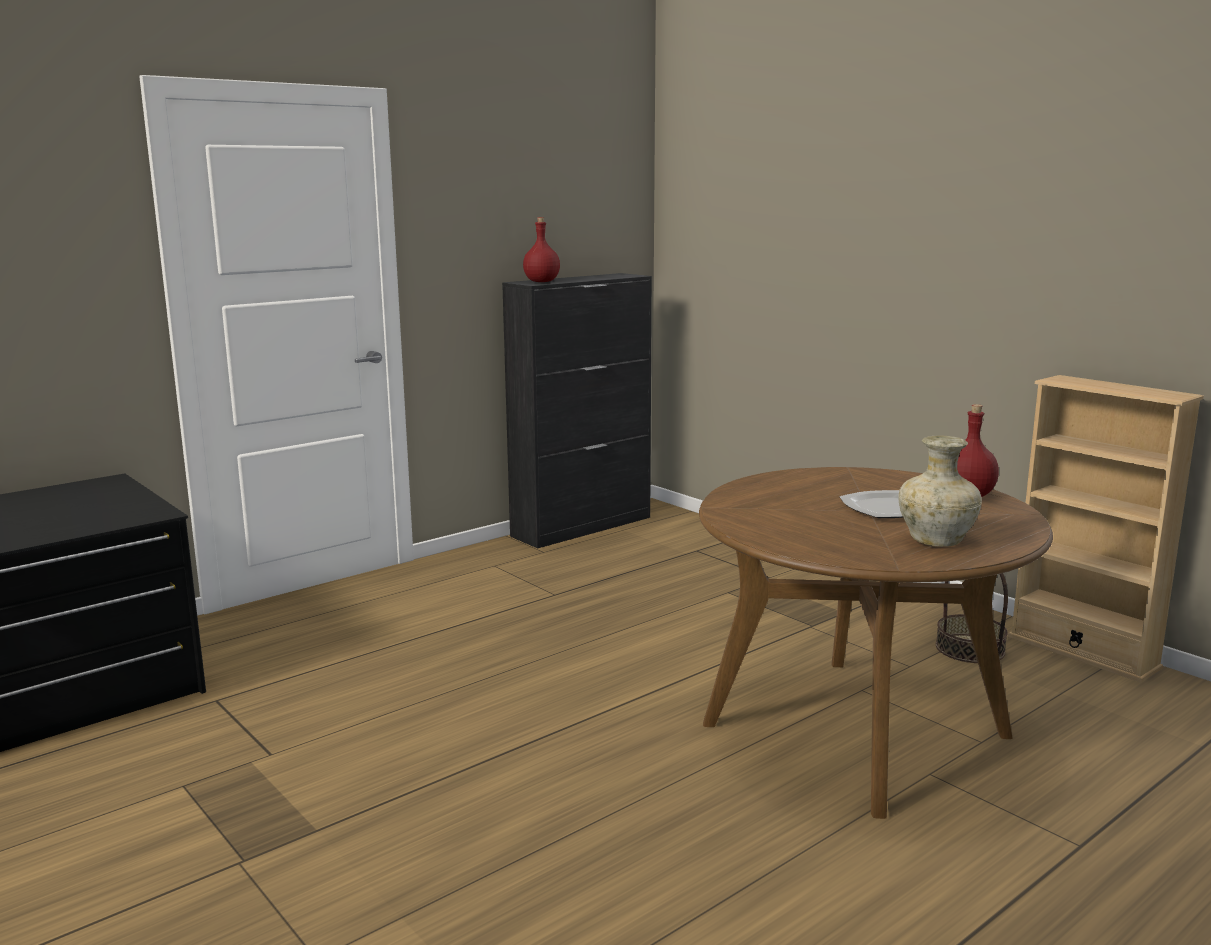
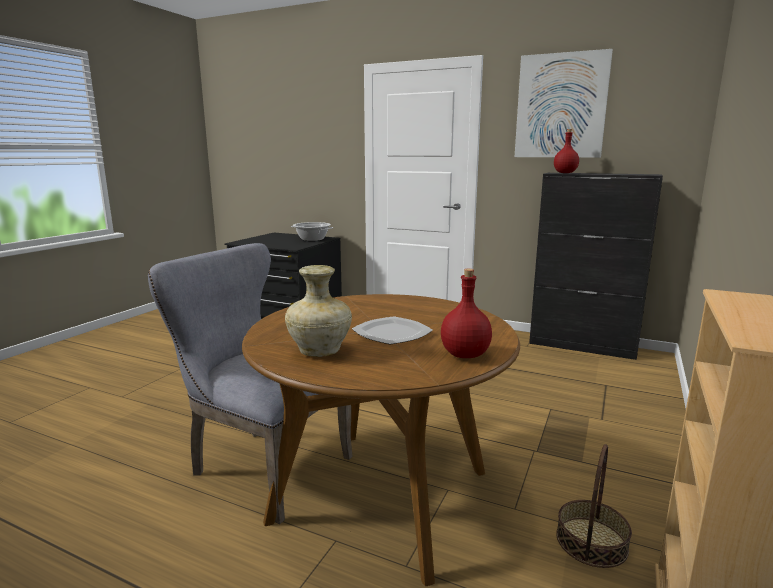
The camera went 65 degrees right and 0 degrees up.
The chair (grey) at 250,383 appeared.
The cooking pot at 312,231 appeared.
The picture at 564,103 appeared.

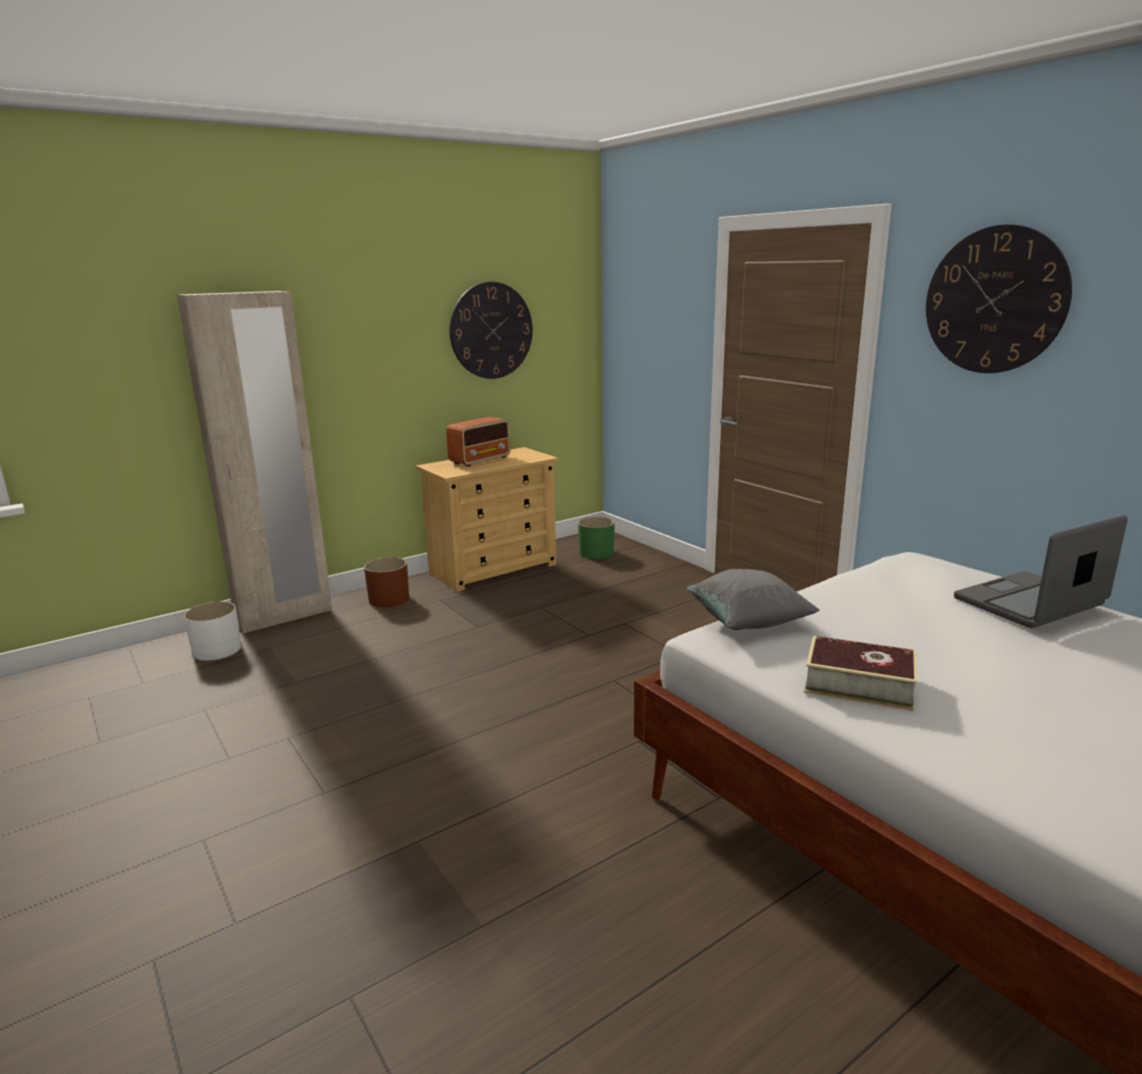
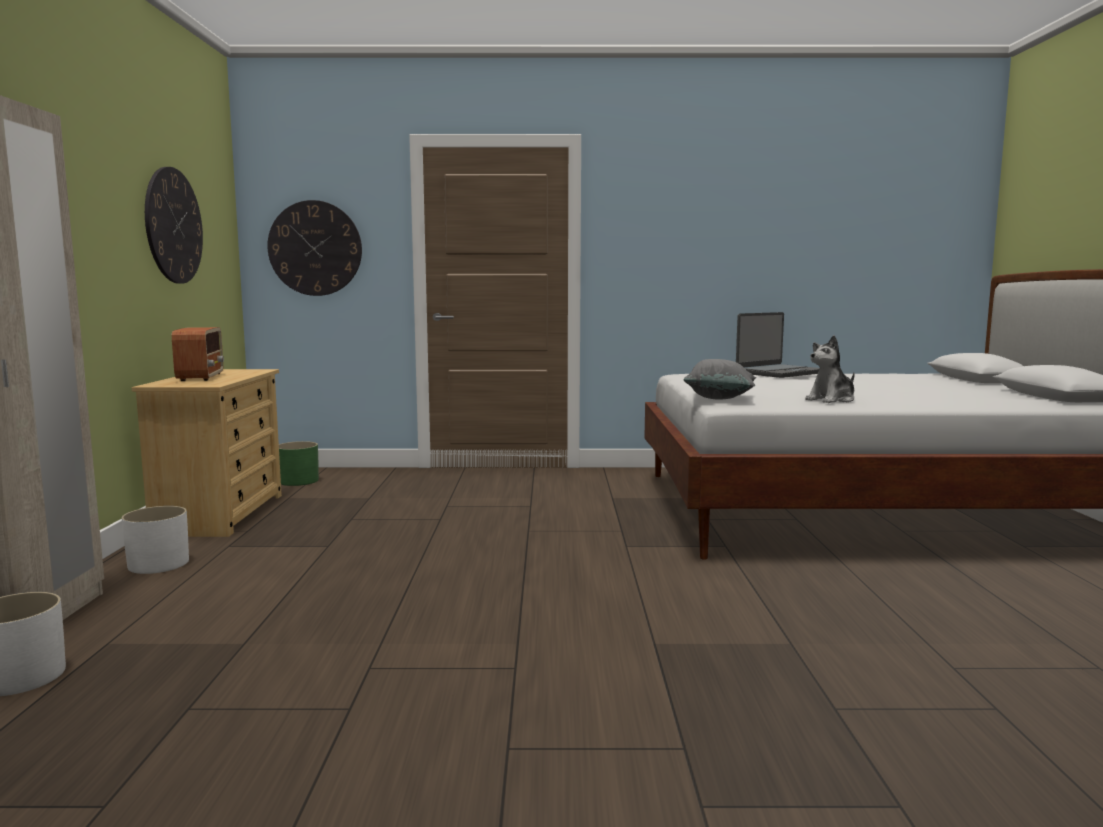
The camera went 55 degrees left and 10 degrees down.
The wall clock moved from 999,298 to 314,248.
The book at 860,673 was replaced by the plush toy at 830,369.
The planter (brown) at 386,582 became the planter (white) at 155,540.
The laptop at 1041,571 turned 135 degrees counterclockwise.

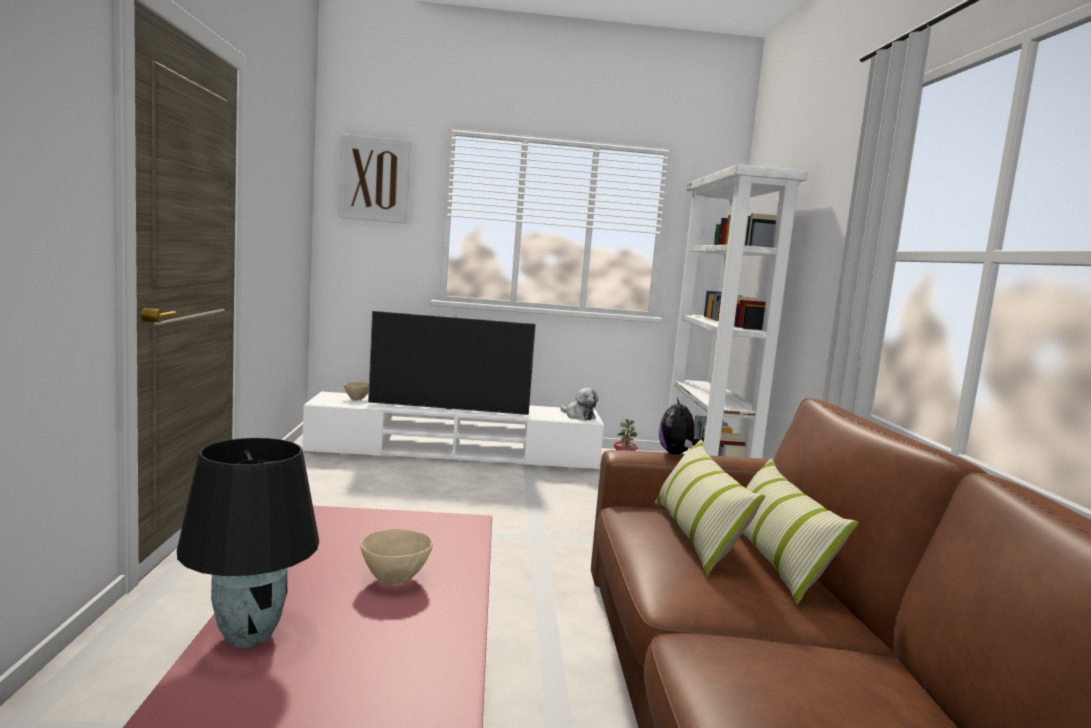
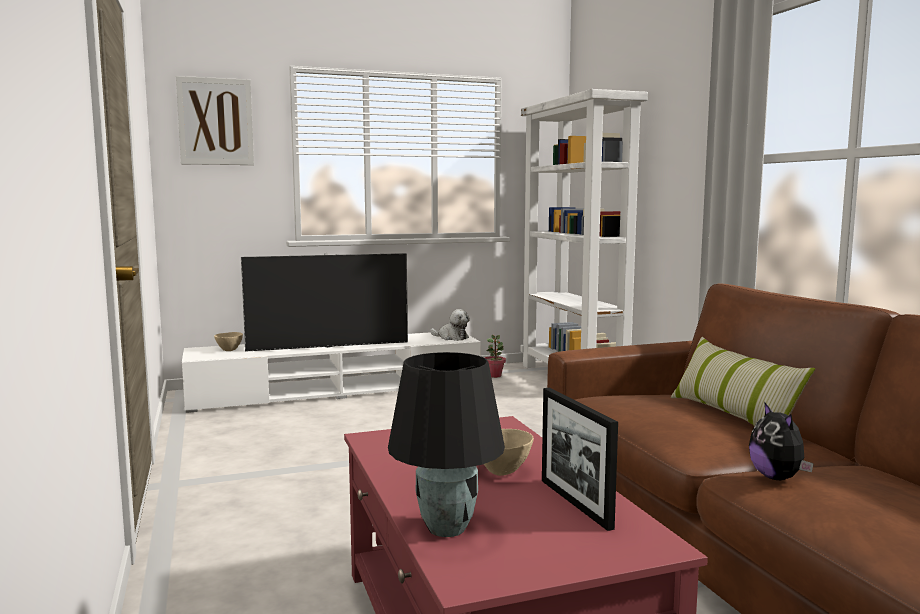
The camera went 15 degrees left and 0 degrees up.
The pillow at 710,508 disappeared.
The picture frame at 580,459 appeared.
The plush toy moved from 681,426 to 781,441.

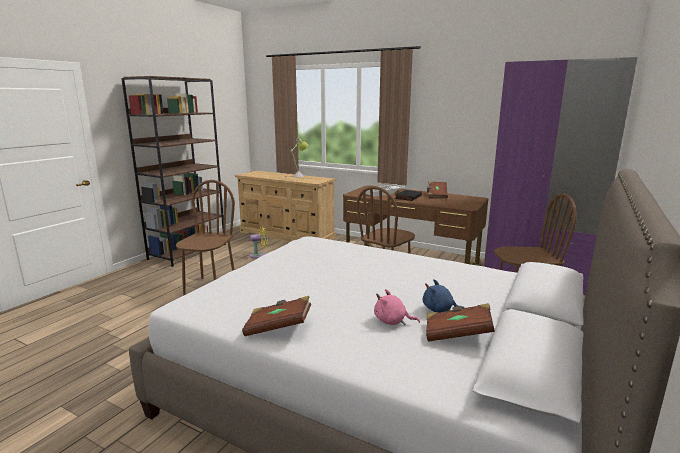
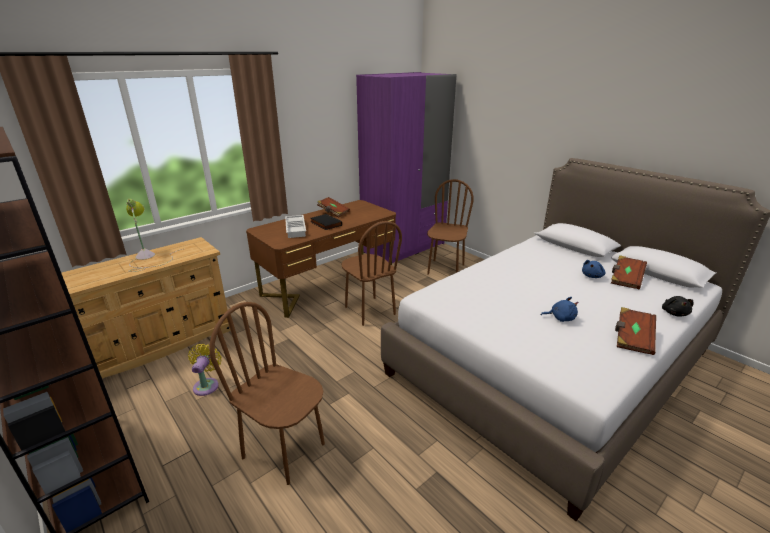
The camera went 70 degrees left and 10 degrees up.
The plush toy (pink) at 397,307 disappeared.
The plush toy (blue) at 560,309 appeared.
The plush toy (black) at 677,306 appeared.

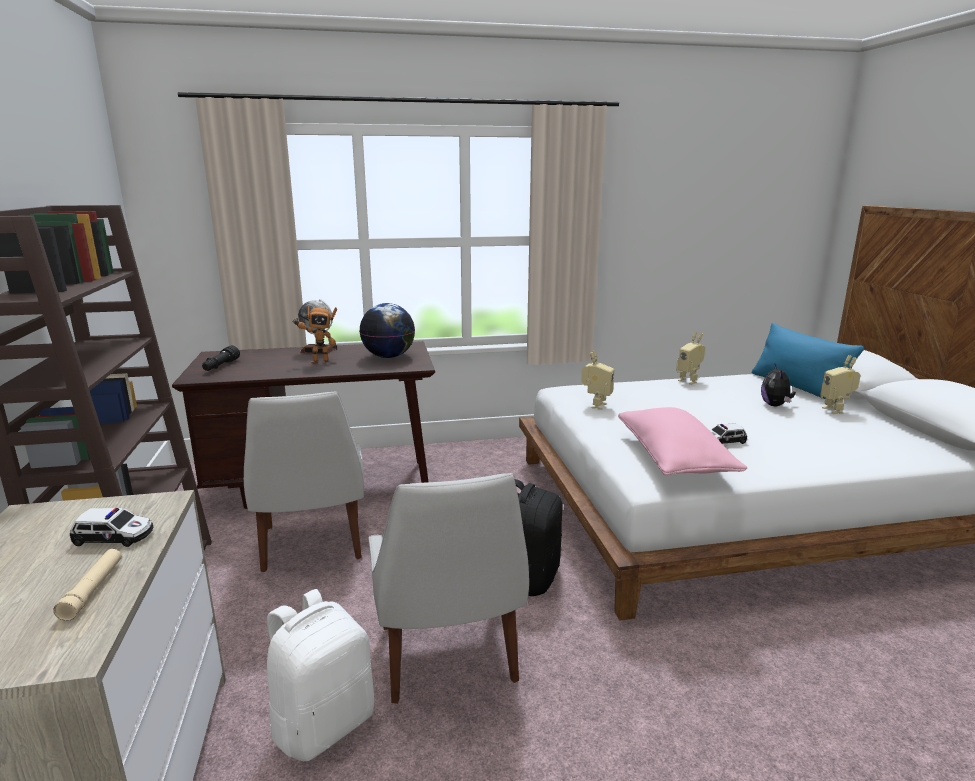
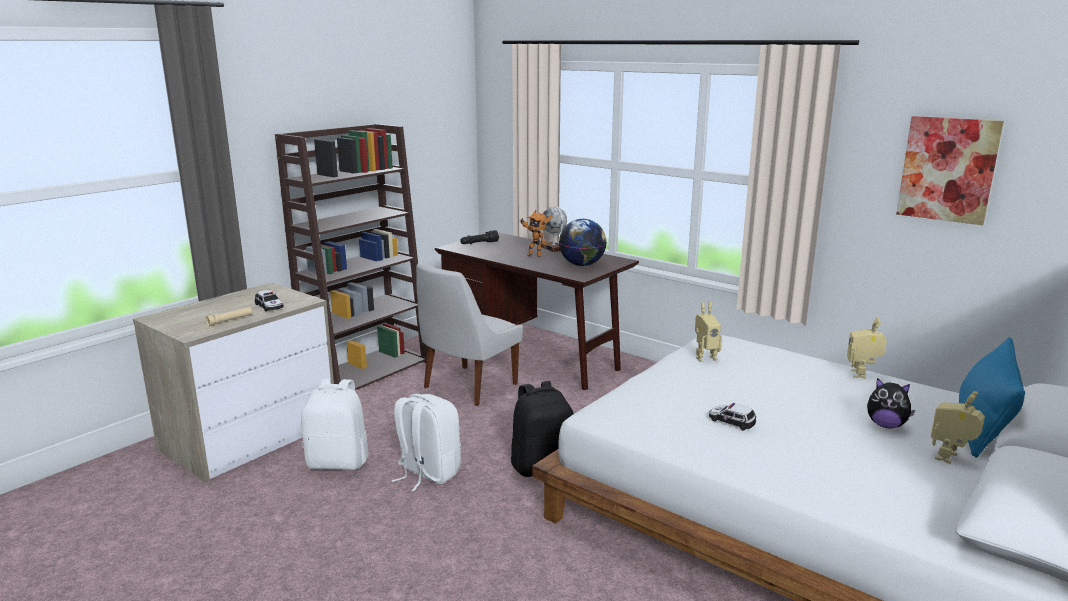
The camera went 50 degrees right and 0 degrees up.
The pillow (pink) at 682,441 disappeared.
The picture at 950,170 appeared.
The chair (white) at 449,588 was replaced by the backpack (white) at 426,443.
The plush toy at 778,385 turned 120 degrees counterclockwise.

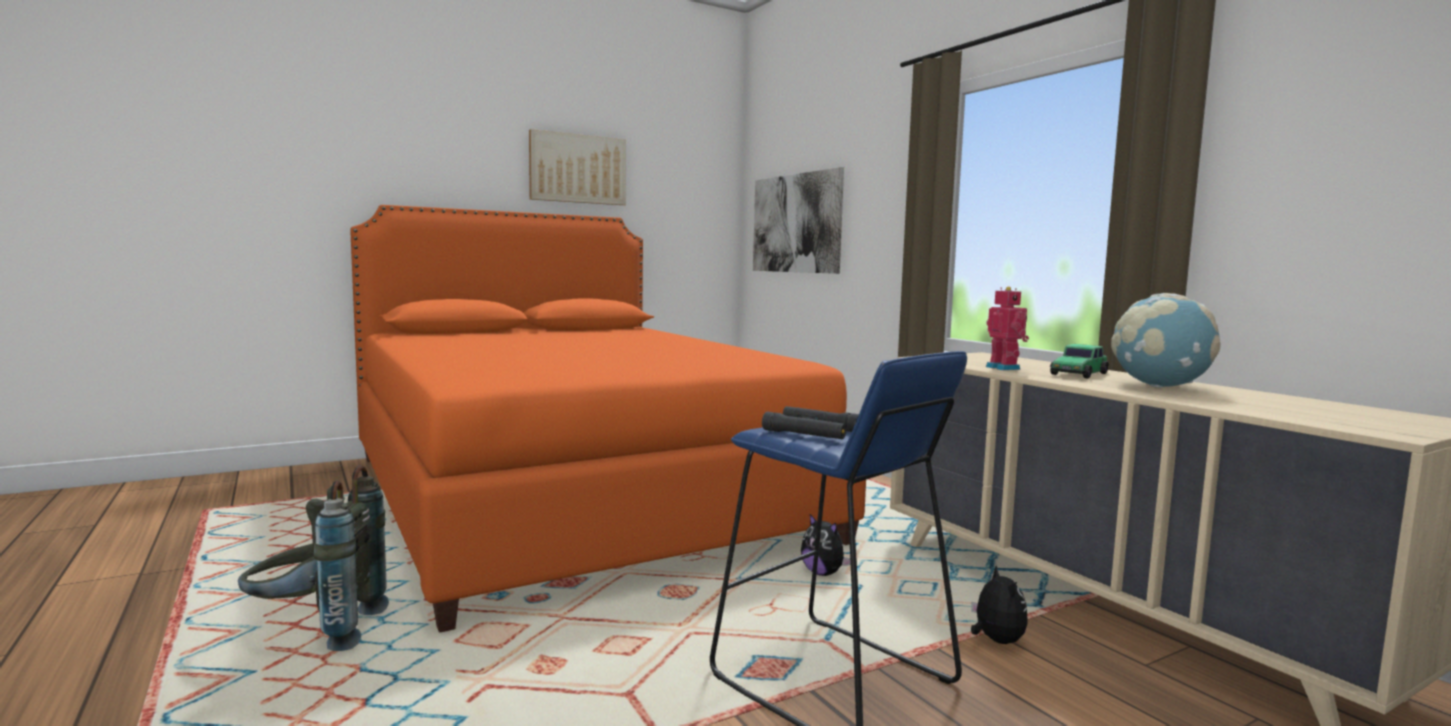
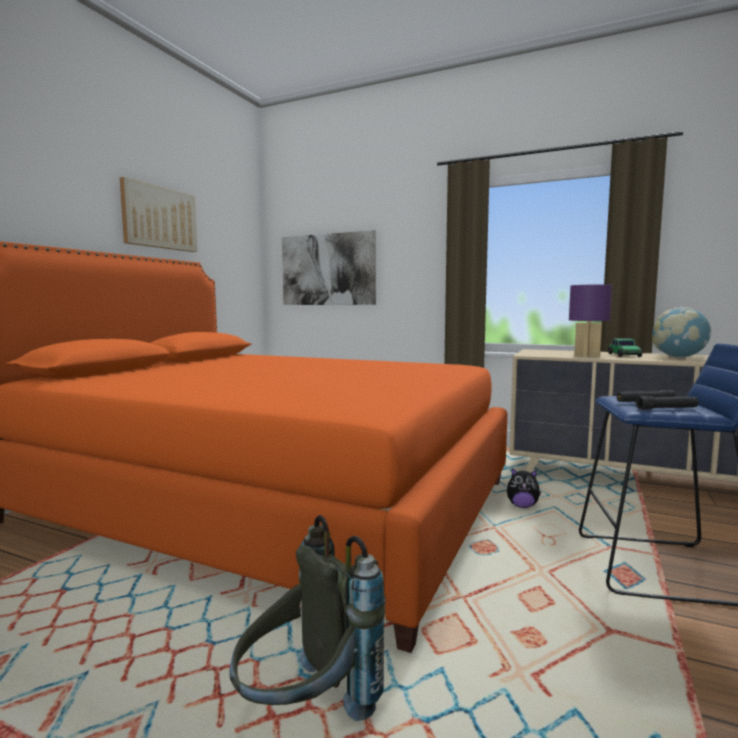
The camera went 35 degrees left and 0 degrees up.
The plush toy at 999,604 disappeared.
The toy robot at 1007,328 was replaced by the table lamp (purple) at 590,320.

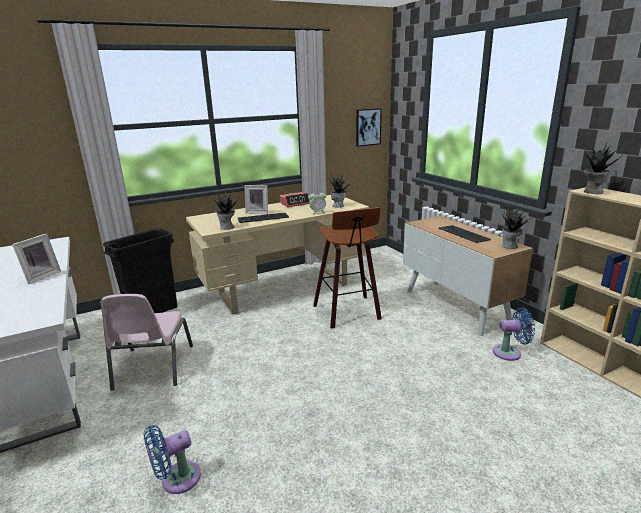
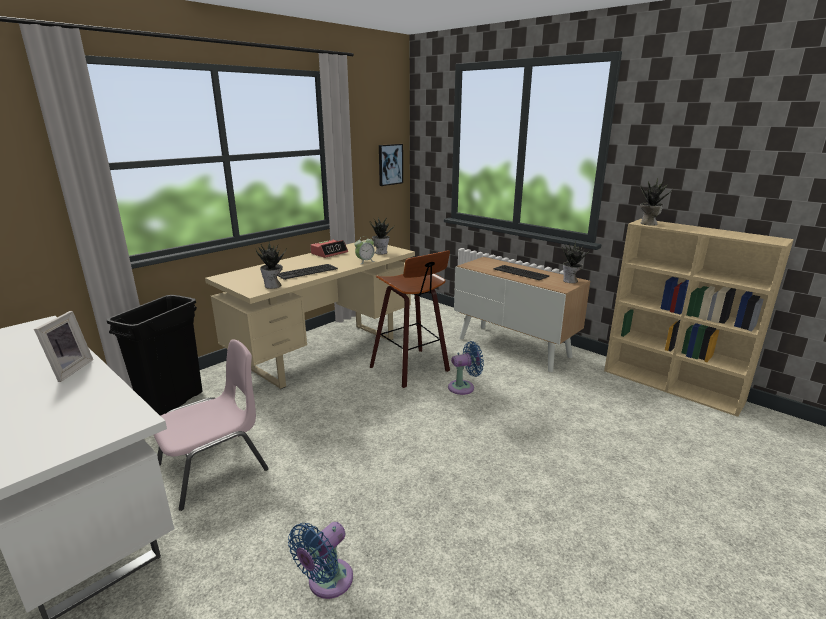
The camera went 20 degrees left and 0 degrees up.
The picture frame at 256,199 disappeared.
The fan (blue) moved from 514,334 to 466,368.
The chair (pink) at 147,342 turned 105 degrees counterclockwise.

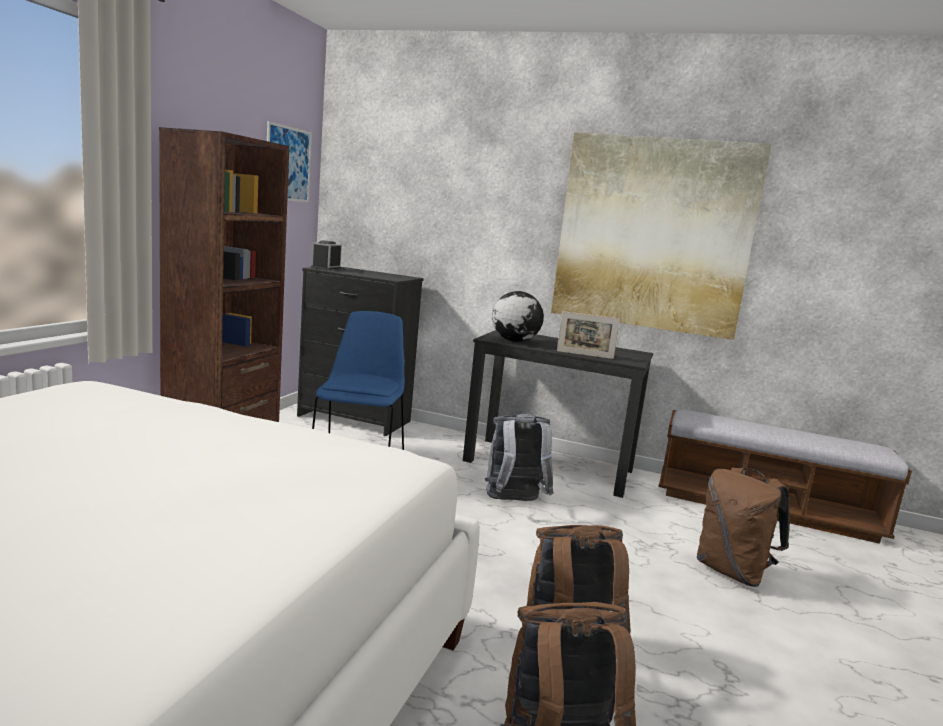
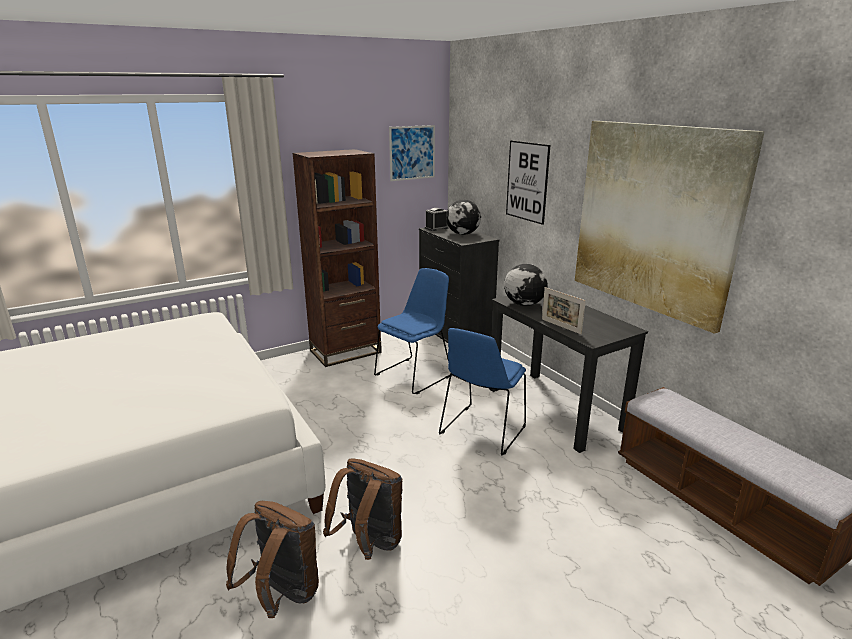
The camera went 40 degrees right and 10 degrees up.
The backpack (brown) at 743,527 disappeared.
The globe at 463,217 appeared.
The picture at 528,182 appeared.
The backpack (grey) at 519,457 was replaced by the chair (blue) at 482,392.

